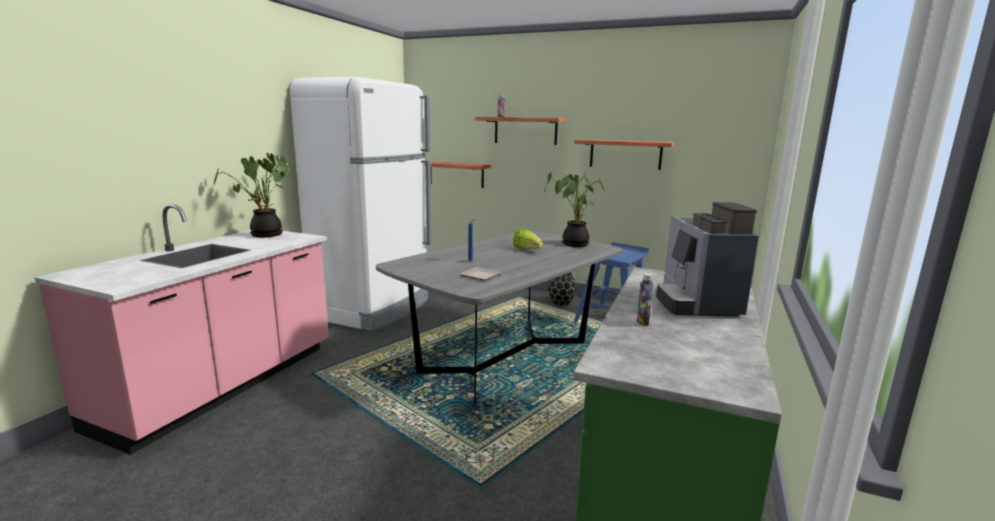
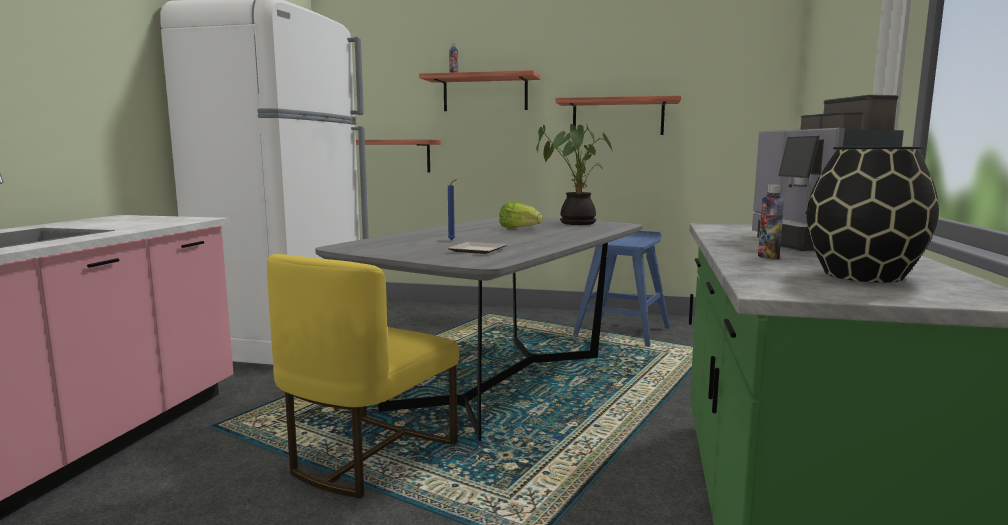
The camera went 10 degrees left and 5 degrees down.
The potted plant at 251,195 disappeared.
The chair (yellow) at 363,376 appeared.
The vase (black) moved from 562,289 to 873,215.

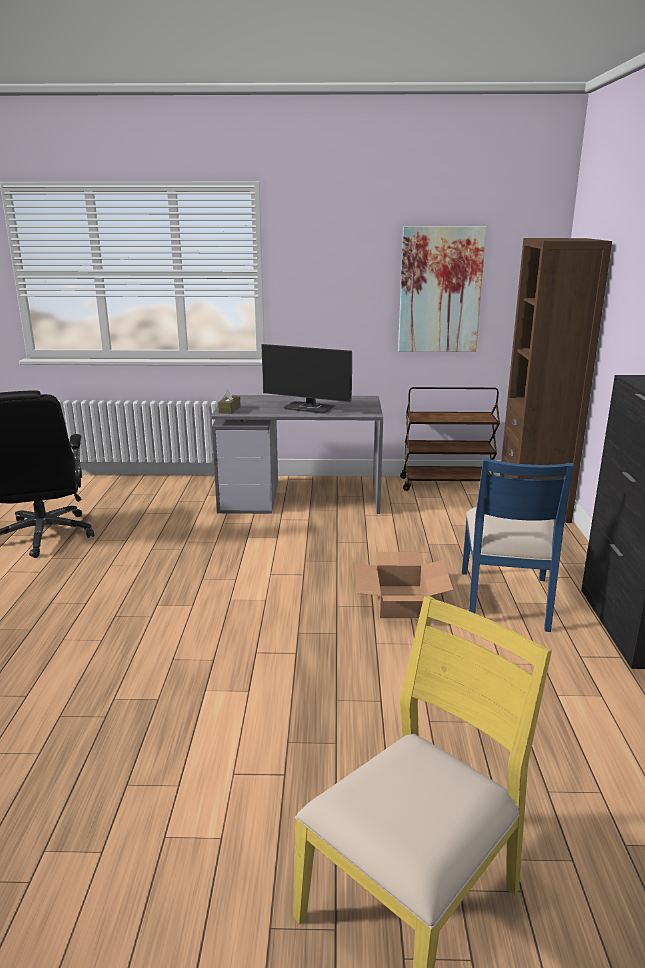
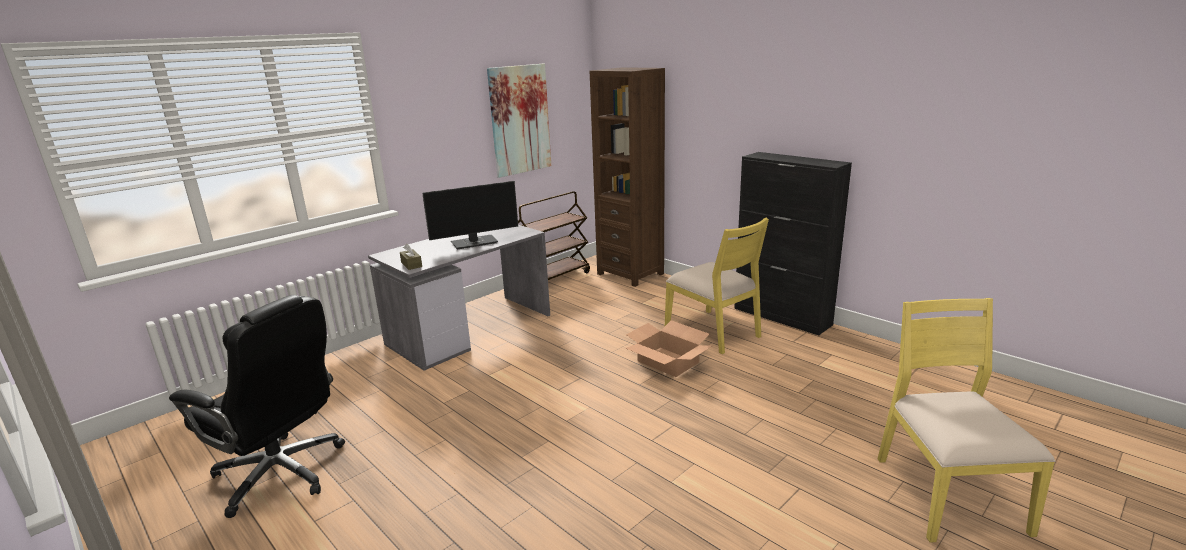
The camera went 45 degrees left and 0 degrees up.
The chair (blue) at 517,545 became the chair (yellow) at 717,286.

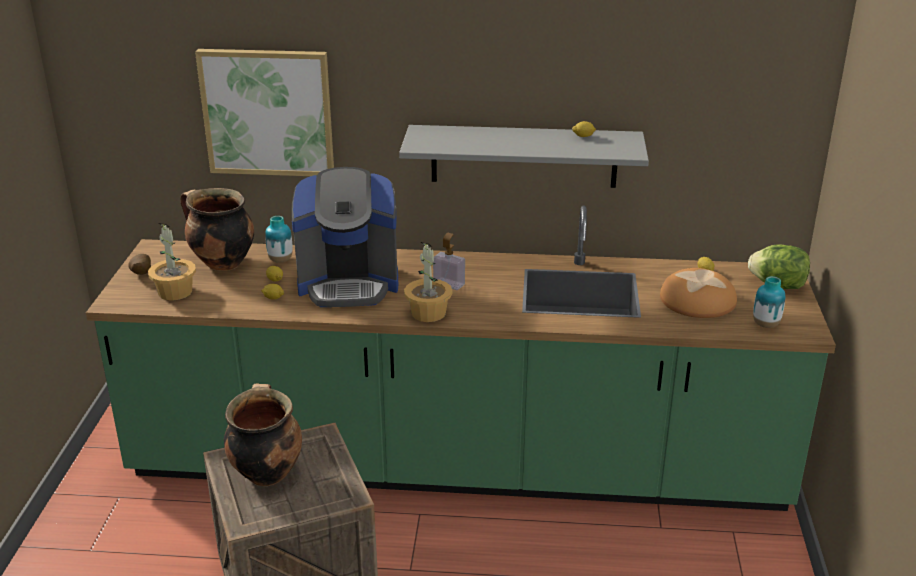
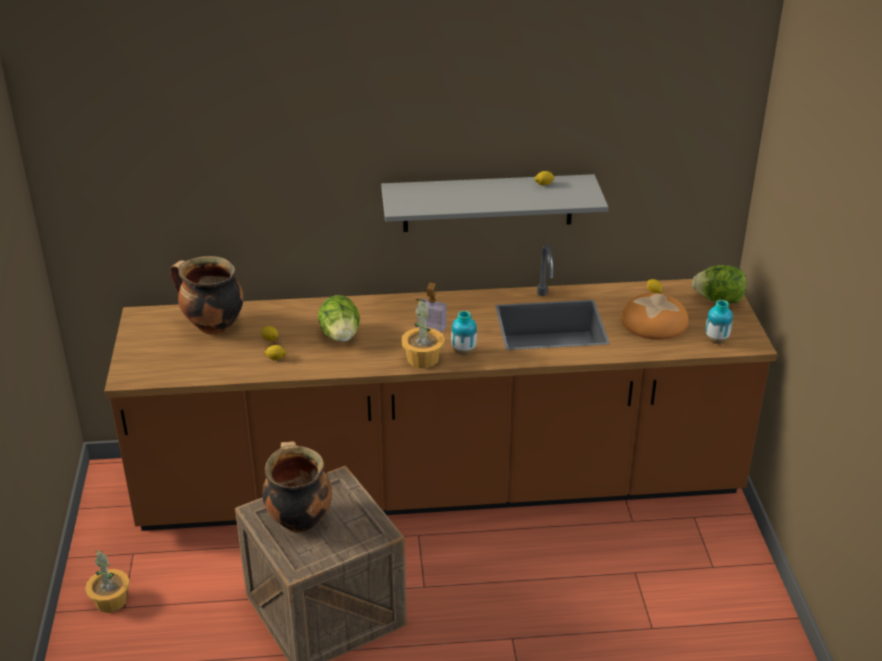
The camera went 10 degrees left and 5 degrees up.
The potato at 139,264 disappeared.
The picture at 264,112 disappeared.
The potted plant moved from 172,262 to 107,582.
The vase moved from 279,239 to 464,333.
The coffee machine at 344,237 was replaced by the lettuce at 339,318.
The counter (green) at 461,358 became the counter (brown) at 440,388.

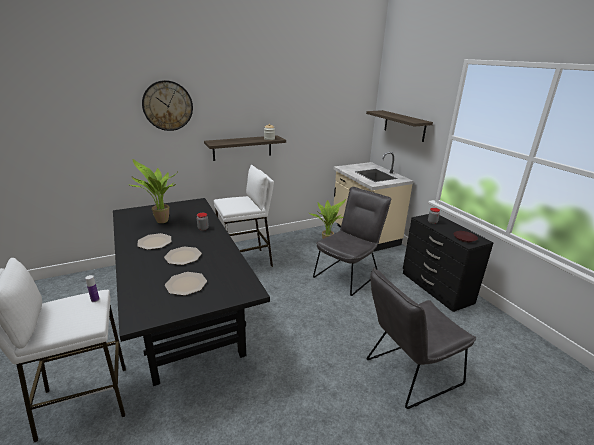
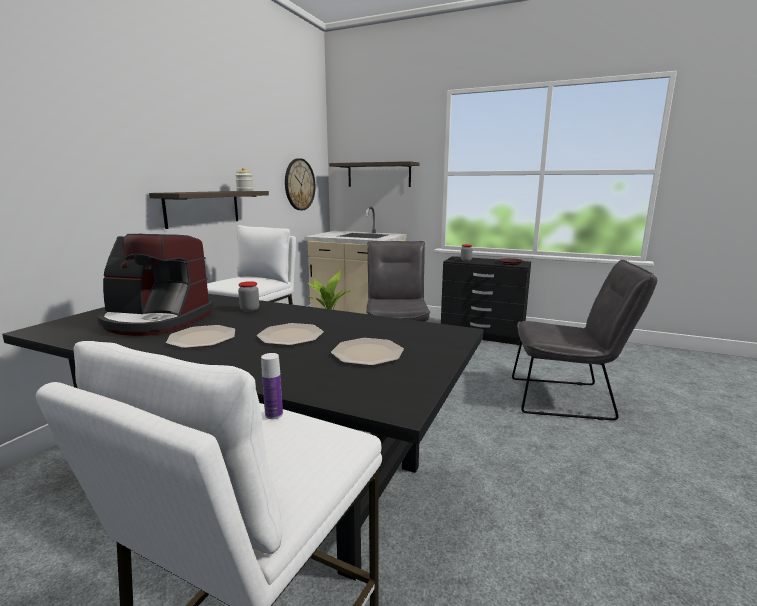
The camera went 40 degrees left and 10 degrees down.
The wall clock moved from 167,105 to 300,184.
The potted plant at 152,191 was replaced by the coffee machine at 155,285.
The chair (grey) at 421,338 turned 105 degrees counterclockwise.

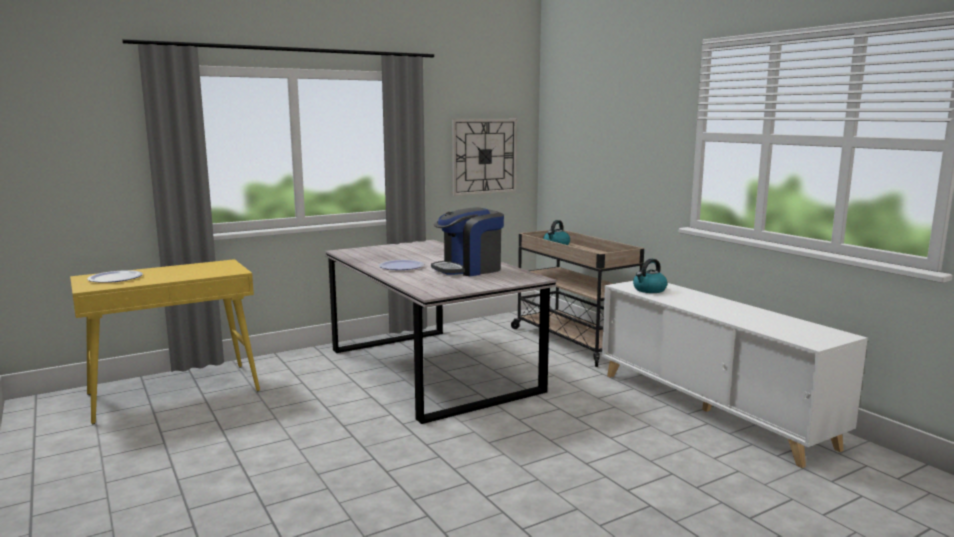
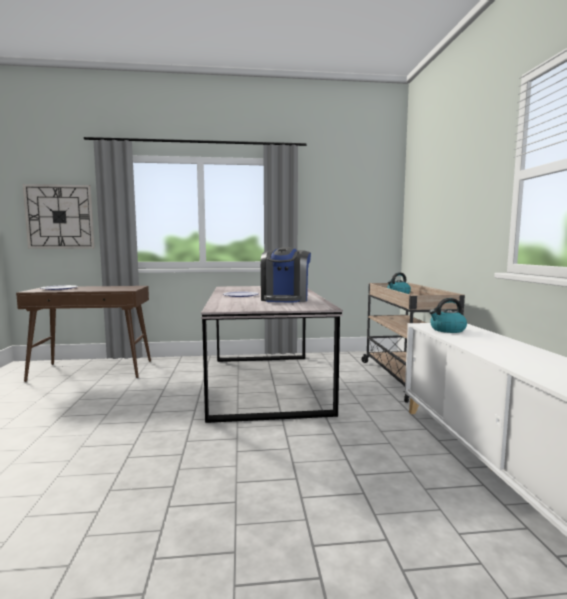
The camera went 25 degrees right and 5 degrees down.
The wall clock moved from 484,157 to 59,216.
The console table (yellow) at 165,341 became the console table (brown) at 83,334.
The coffee machine at 467,241 turned 75 degrees counterclockwise.

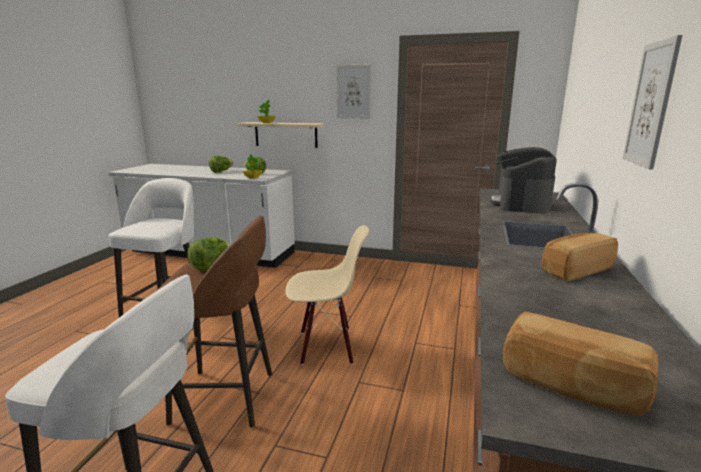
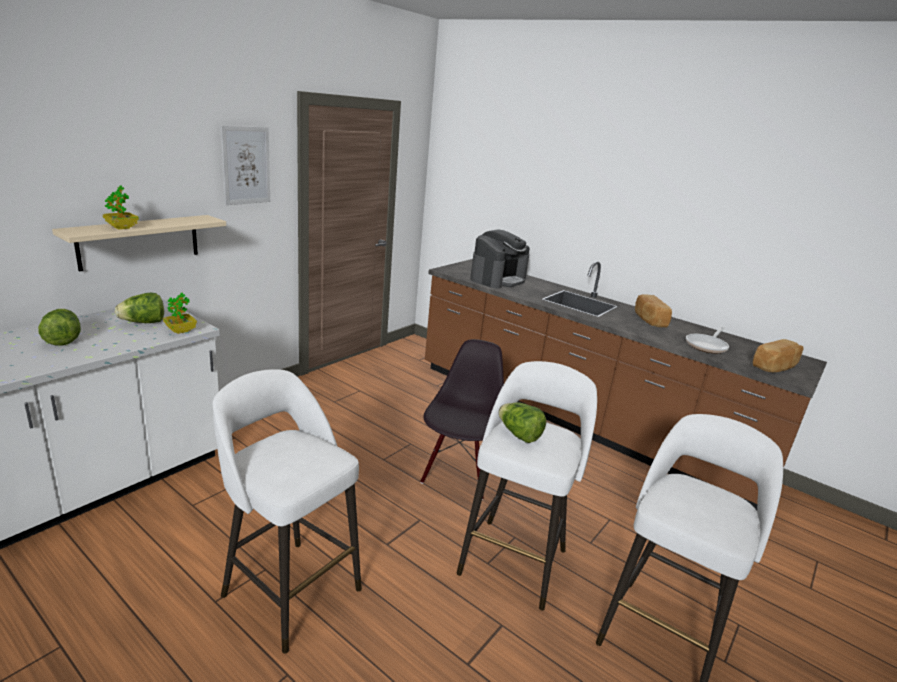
The camera went 70 degrees left and 5 degrees up.
The picture at 652,102 disappeared.
The frying pan at 707,340 appeared.
The stool (brown) at 215,322 became the stool (white) at 527,486.
The chair (beige) at 327,295 became the chair (black) at 462,419.
The coffee machine at 523,180 turned 90 degrees counterclockwise.

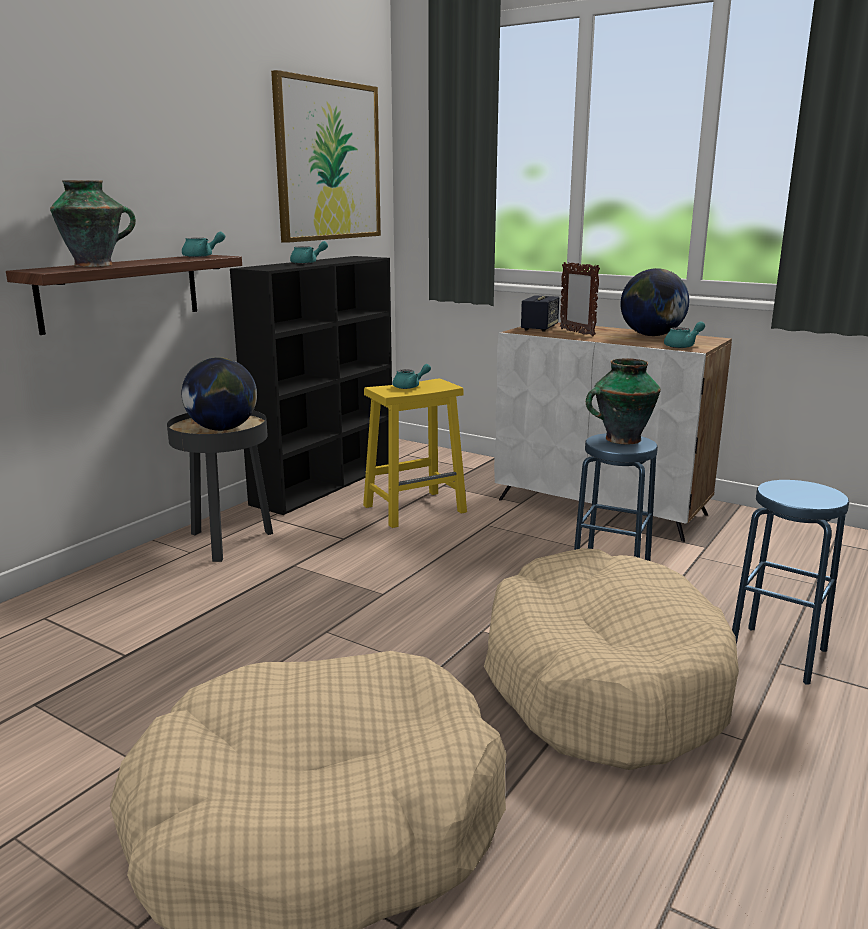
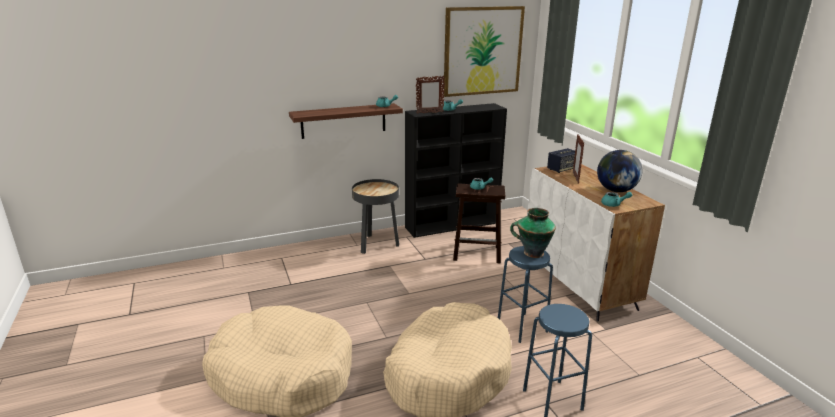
The camera went 35 degrees right and 5 degrees up.
The vase at 93,223 disappeared.
The globe at 219,394 disappeared.
The picture frame at 430,95 appeared.
The stool (yellow) at 415,453 became the stool (brown) at 479,223.

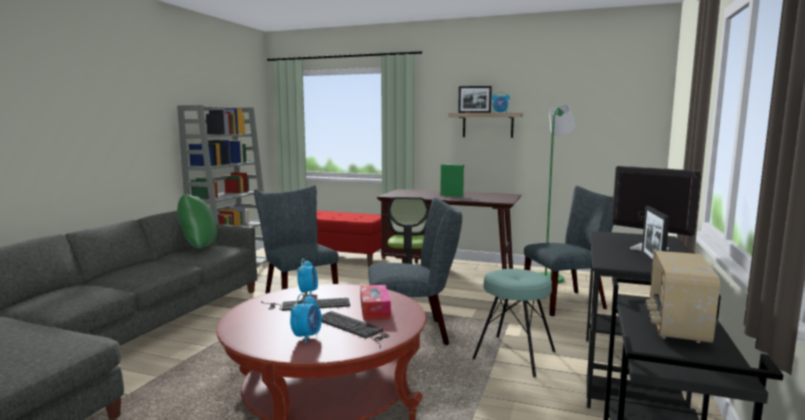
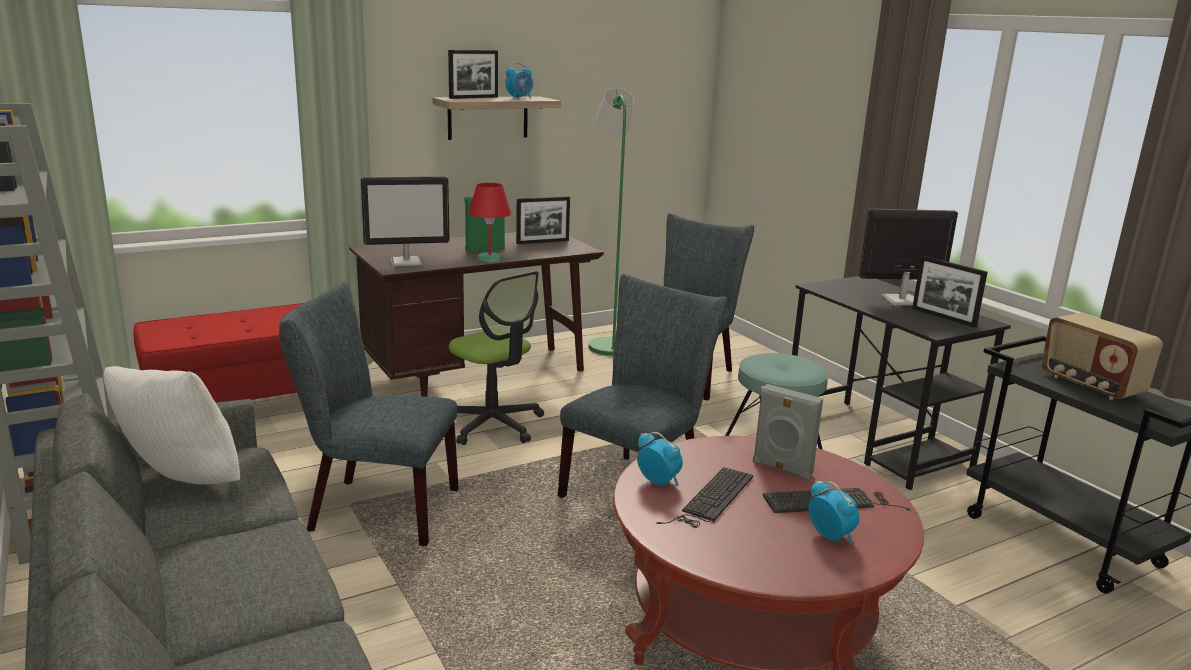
The camera went 50 degrees left and 10 degrees up.
The monitor at 405,222 appeared.
The table lamp (red) at 489,222 appeared.
The picture frame at 543,220 appeared.
The tissue box at 375,302 was replaced by the speaker (grey) at 788,432.
The pillow (green) at 197,221 became the pillow (white) at 171,425.

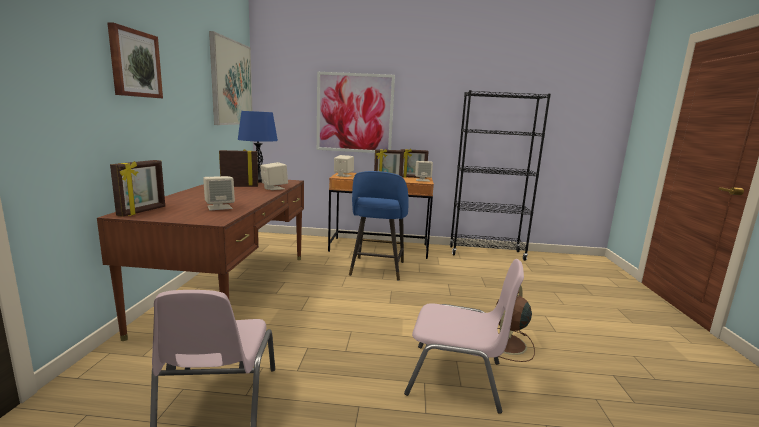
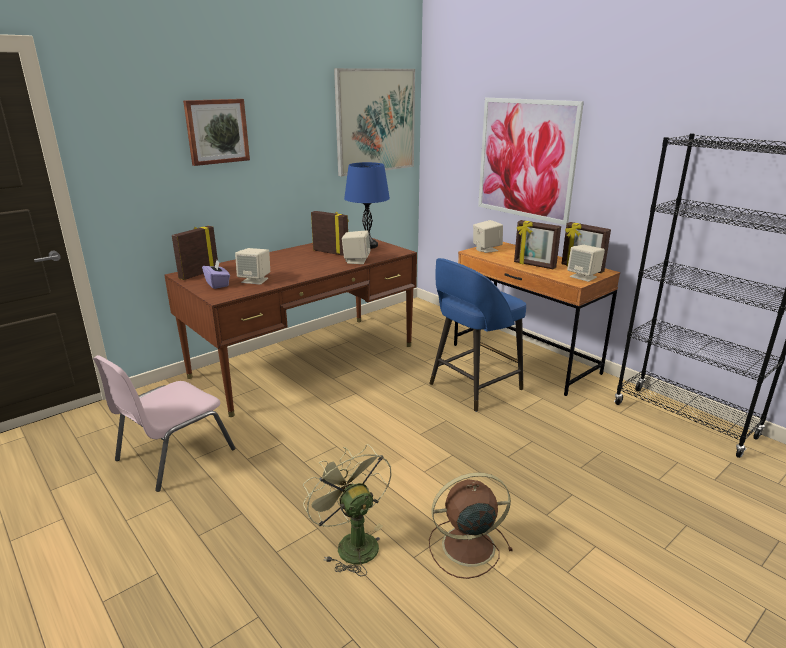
The camera went 45 degrees right and 10 degrees up.
The tissue box (purple) at 216,274 appeared.
The chair (pink) at 464,336 was replaced by the fan (green) at 347,510.
The picture frame at 137,188 turned 150 degrees clockwise.

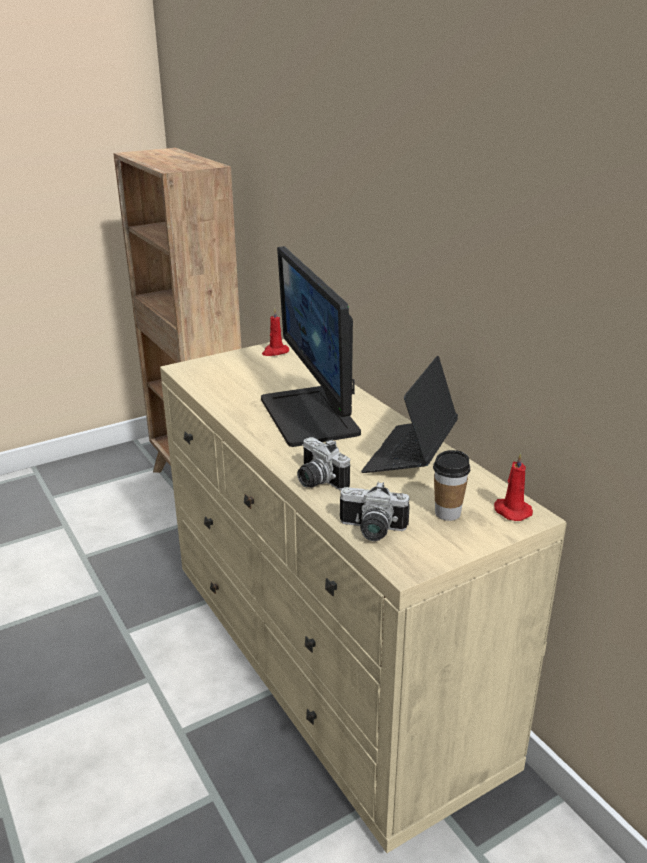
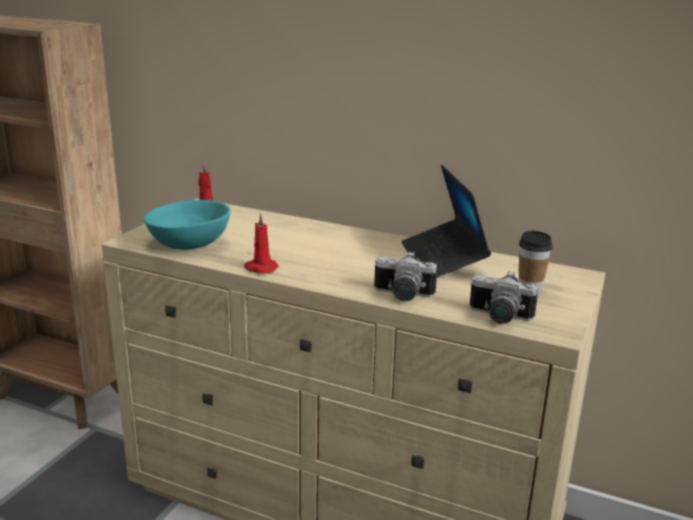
The camera went 35 degrees left and 5 degrees down.
The monitor at 311,346 disappeared.
The bowl (turquoise) at 187,225 appeared.
The candle (red) moved from 513,487 to 261,243.
The photo camera at 375,511 turned 45 degrees clockwise.

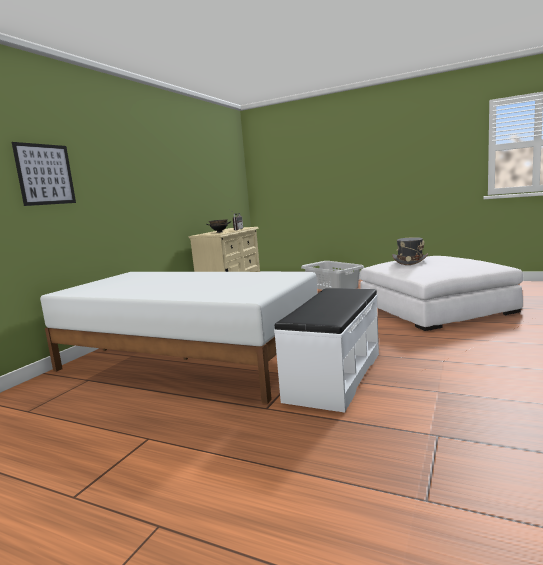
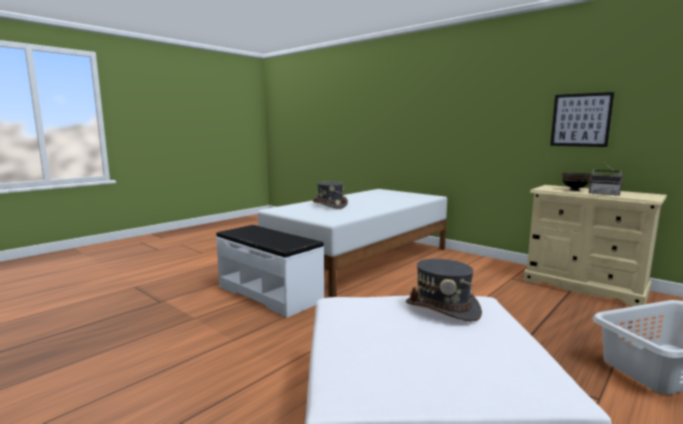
The camera went 105 degrees right and 0 degrees up.
The hat (grey) at 330,195 appeared.
The picture moved from 44,174 to 582,119.

